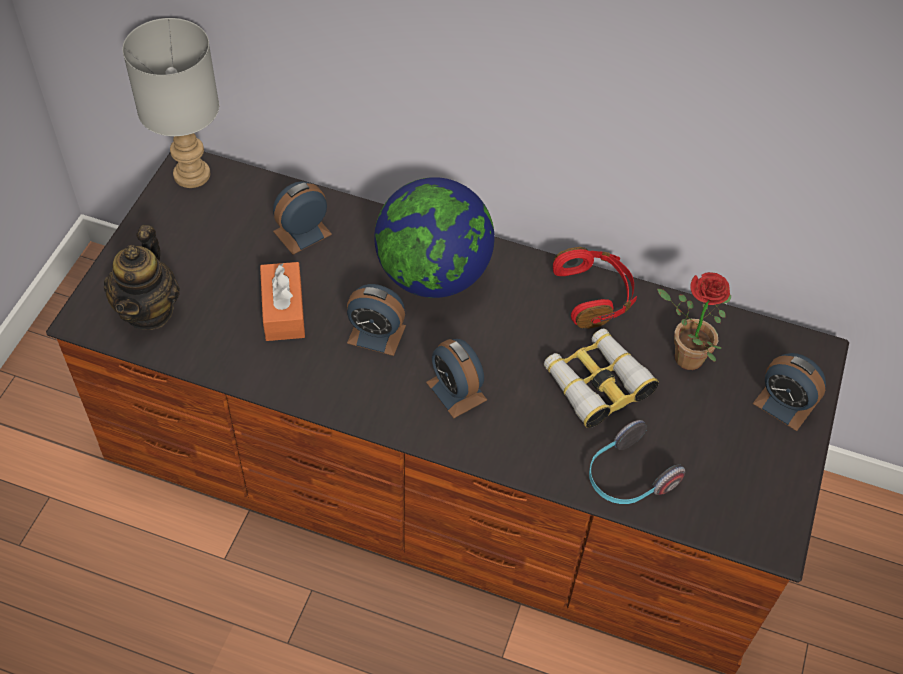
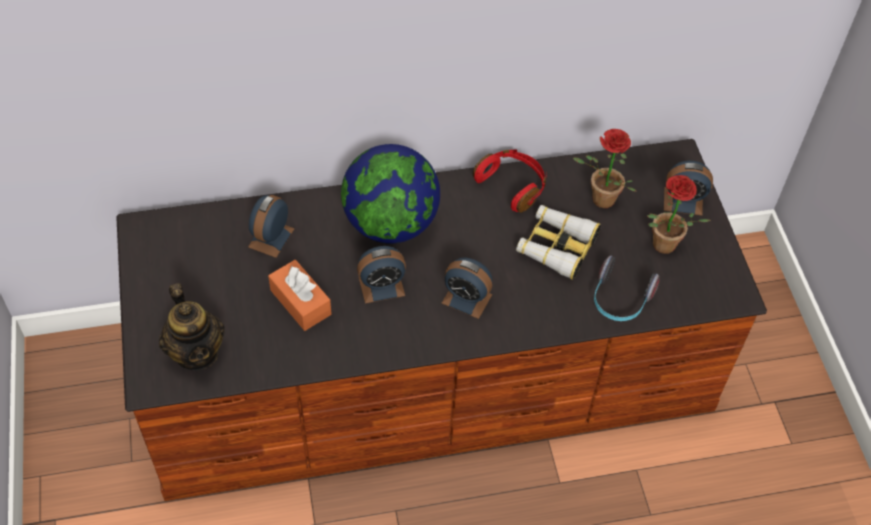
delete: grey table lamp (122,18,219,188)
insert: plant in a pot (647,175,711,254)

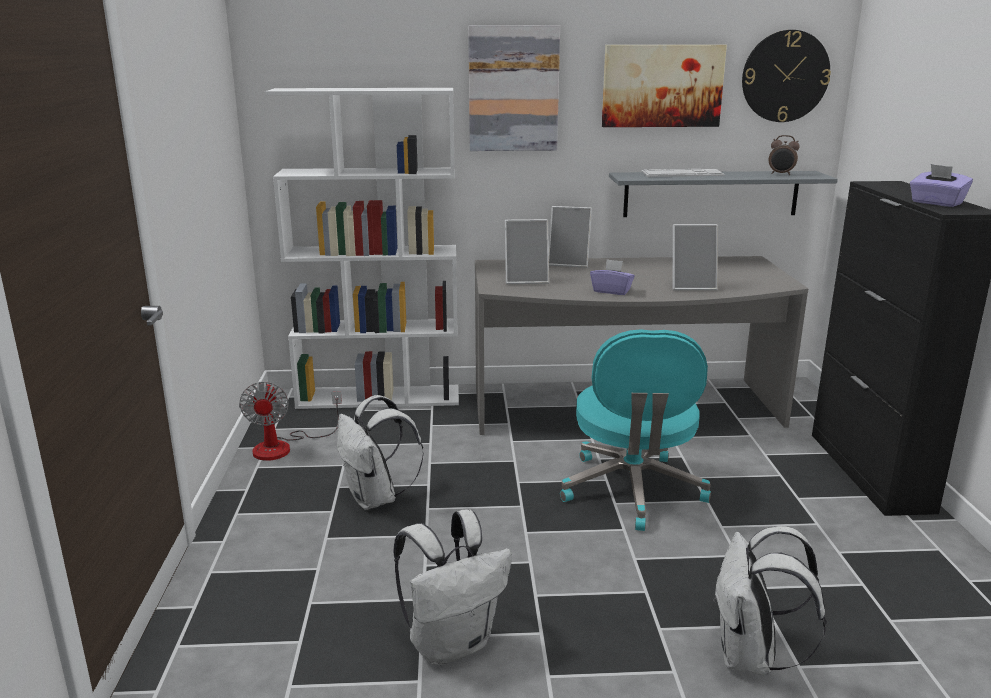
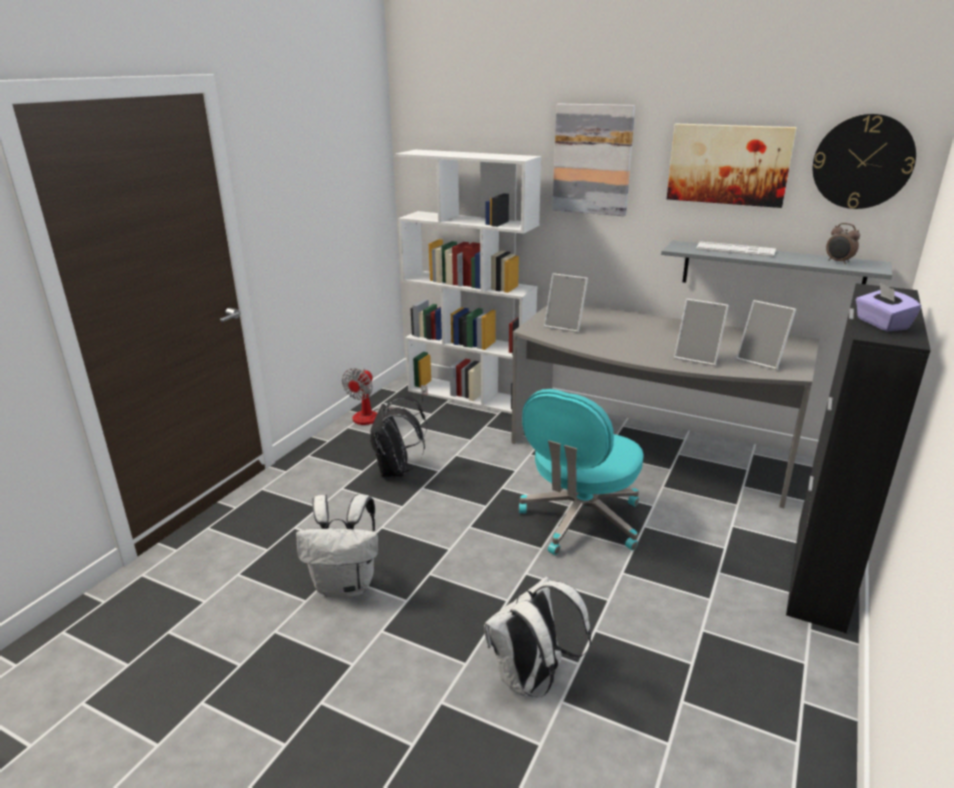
delete: purple-coloured box of tissues (590,259,635,295)
move: standing frame (549,206,592,268) to (736,300,796,370)
recolor: white-coloured rucksack (337,395,424,510) to black-coloured rucksack (370,396,427,477)

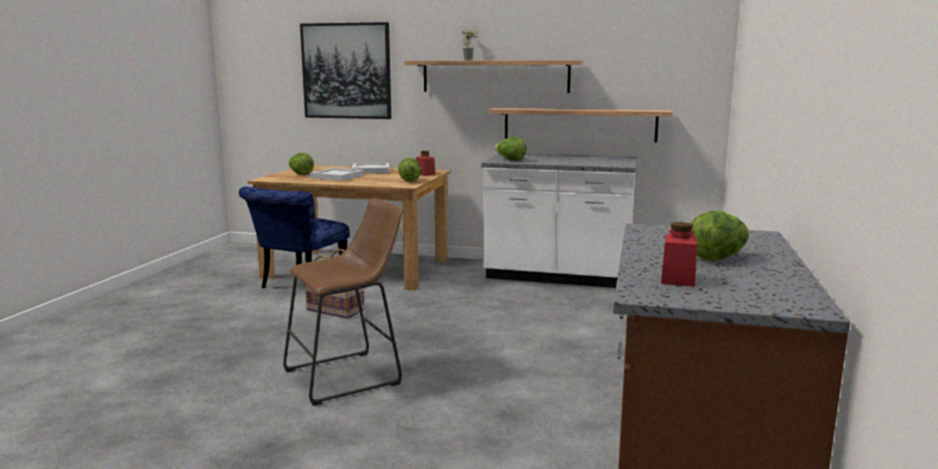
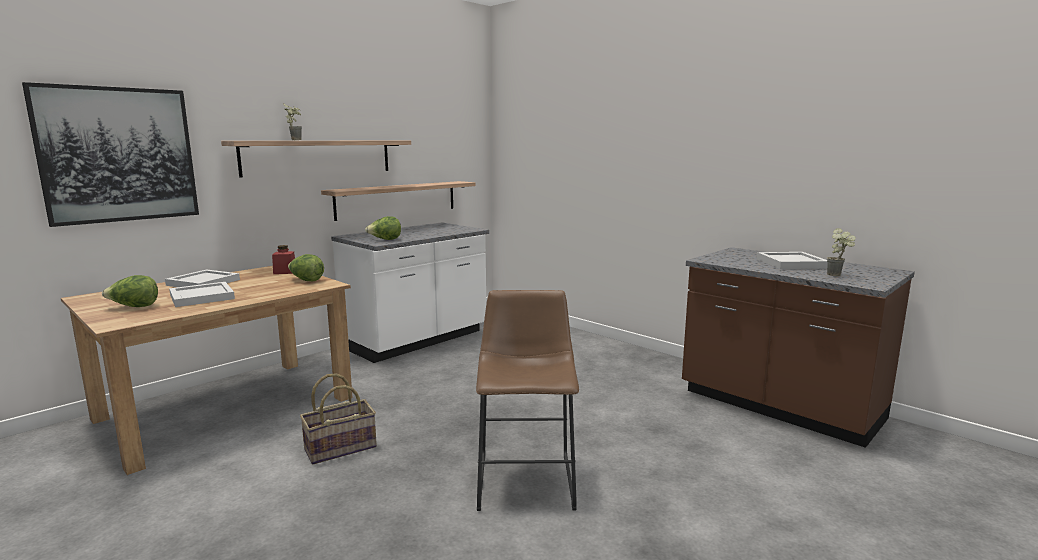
delete: blue-coloured plain chair (239,187,350,288)
replace: head of lettuce (690,211,749,261) to white-coloured serving tray (757,252,827,269); reddish preserve jar (661,222,697,287) to plant in a pot (827,228,856,276)

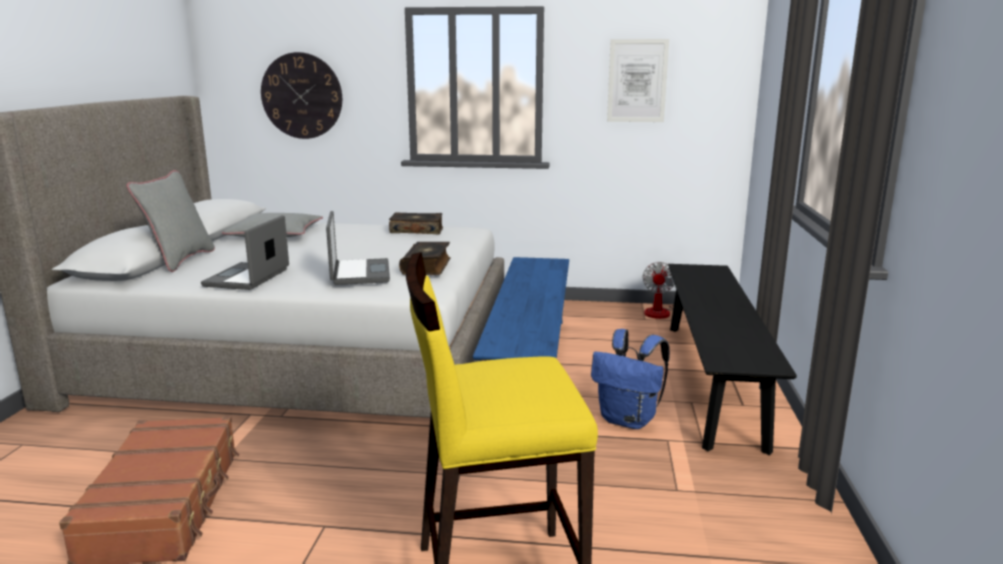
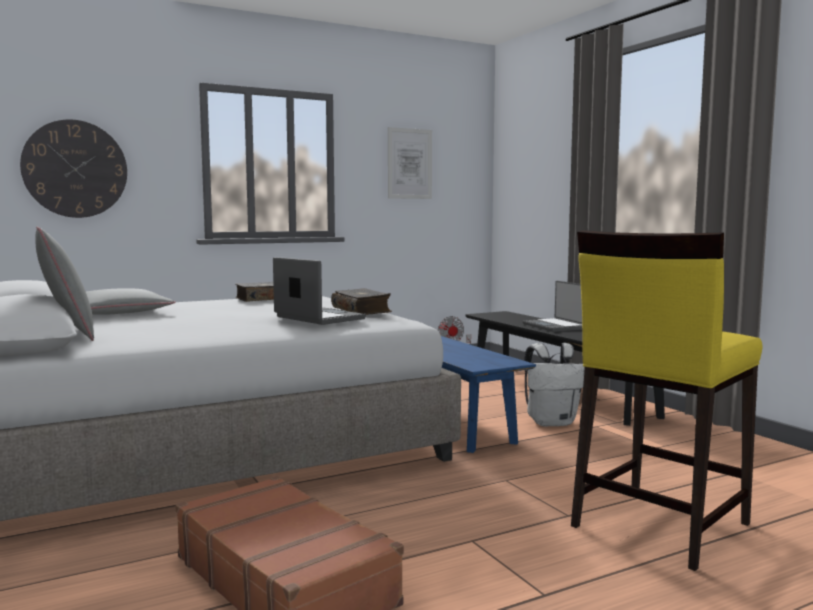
move: notebook computer (201,215,289,290) to (522,281,582,332)
recolor: blue-coloured rucksack (591,329,670,429) to white-coloured rucksack (524,343,584,426)

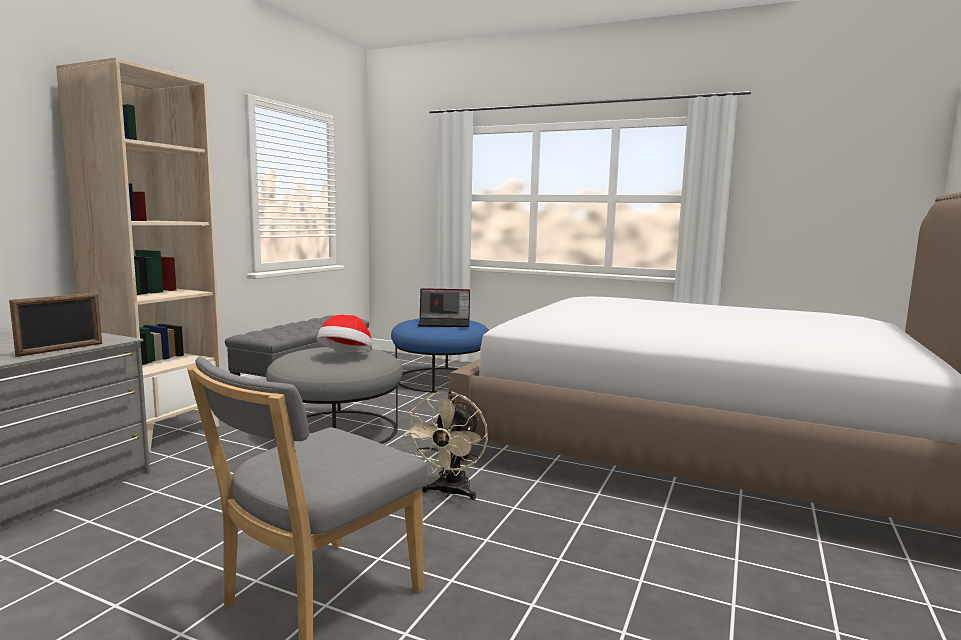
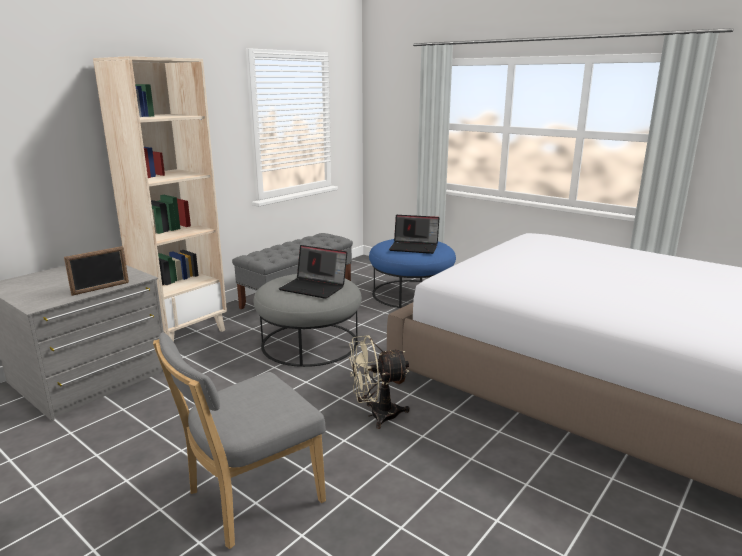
replace: wearable hat (317,315,373,352) to notebook computer (279,245,347,299)
rotate: beige fan (404,391,488,500) = (349,336,410,429) 45 degrees clockwise

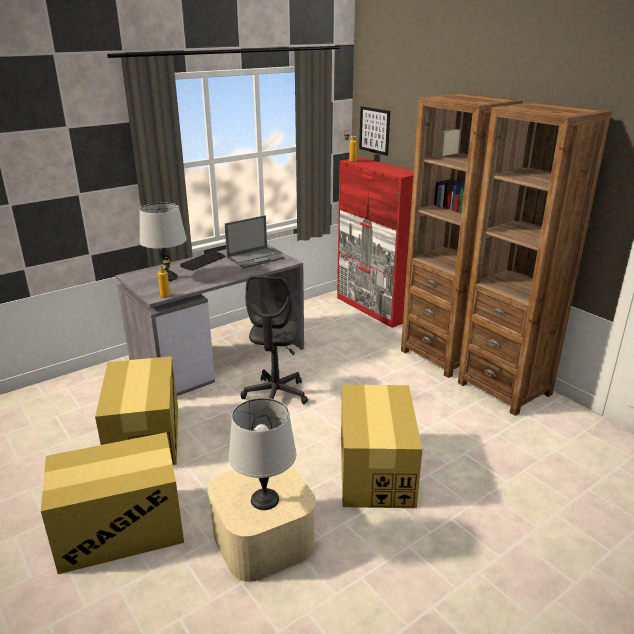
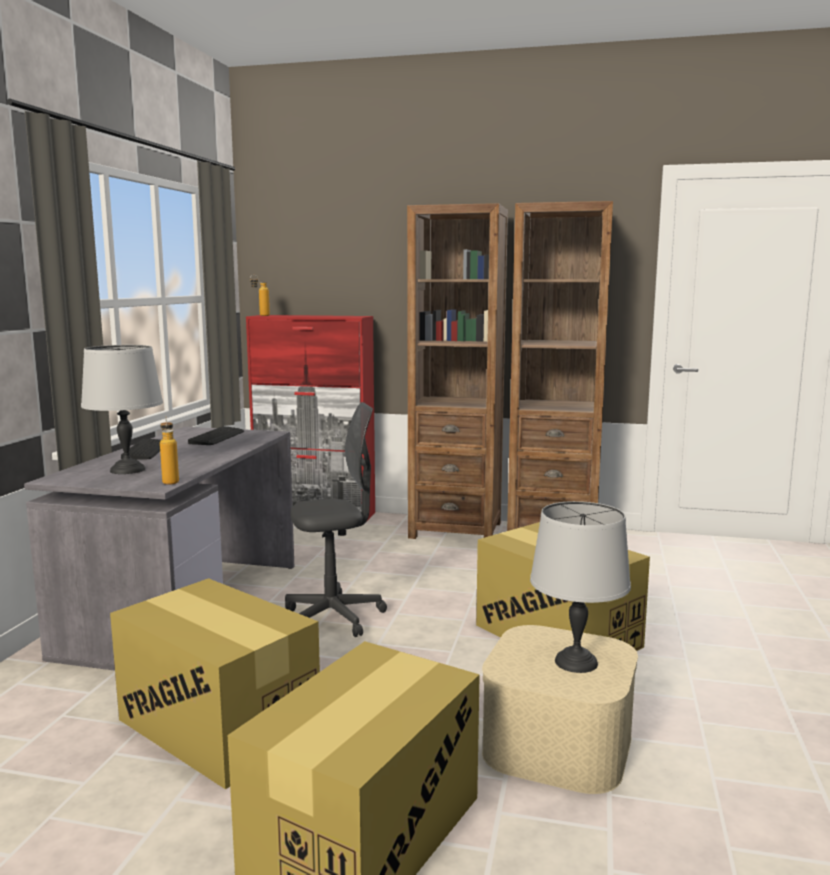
delete: picture (359,106,390,156)
replace: notebook computer (225,215,285,269) to computer keyboard (188,426,244,445)
rotate: grey office chair (240,276,308,404) = (285,402,387,637) 75 degrees counterclockwise

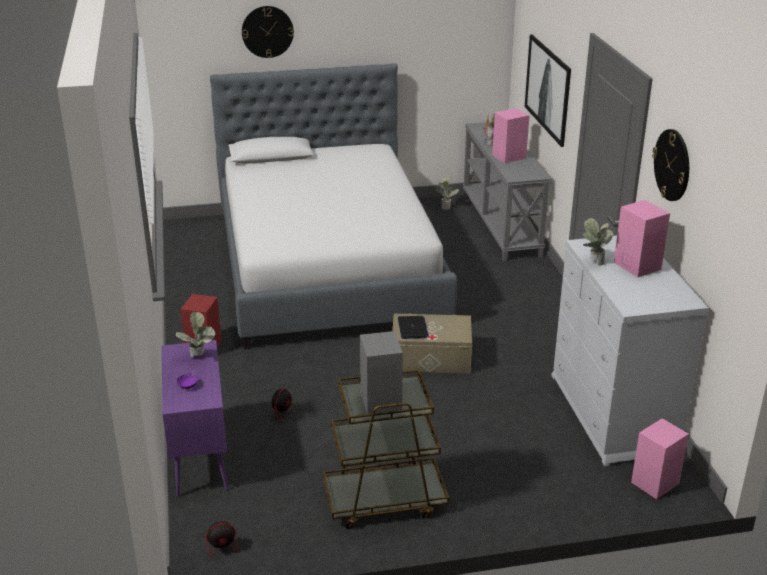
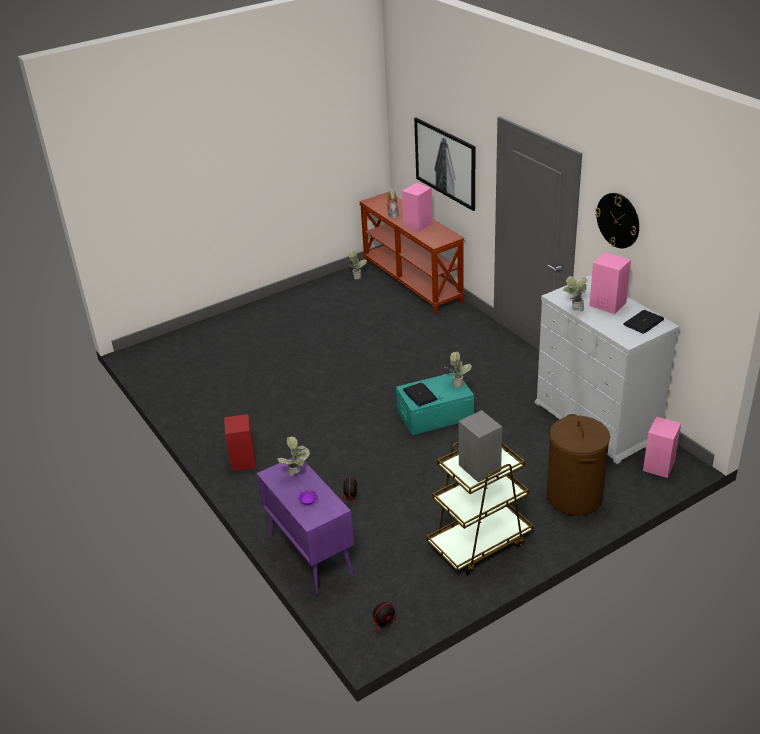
delete: sleeping bed (210,63,457,349); wall clock (242,6,294,58)
insert: plant in a pot (444,352,472,388); brownish hamper (546,414,610,515); notebook computer (623,310,664,334)
recolor: grey console table (463,122,551,261) to brownish console table (359,192,465,315); beige storage bin (392,313,472,374) to turquoise storage bin (396,372,474,435)

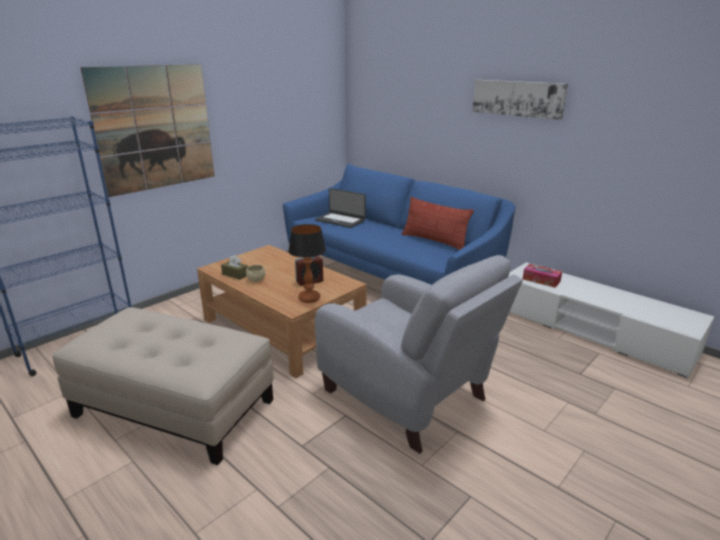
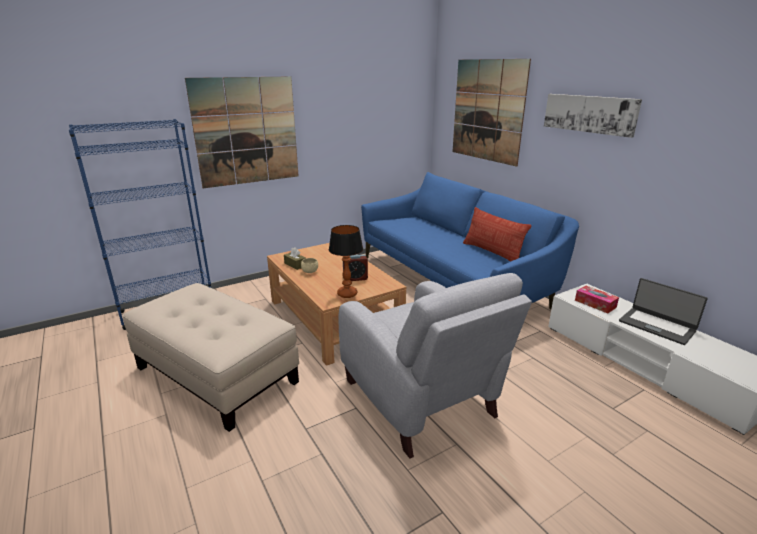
insert: picture (452,59,531,167)
move: notebook computer (315,188,366,228) to (619,278,708,345)

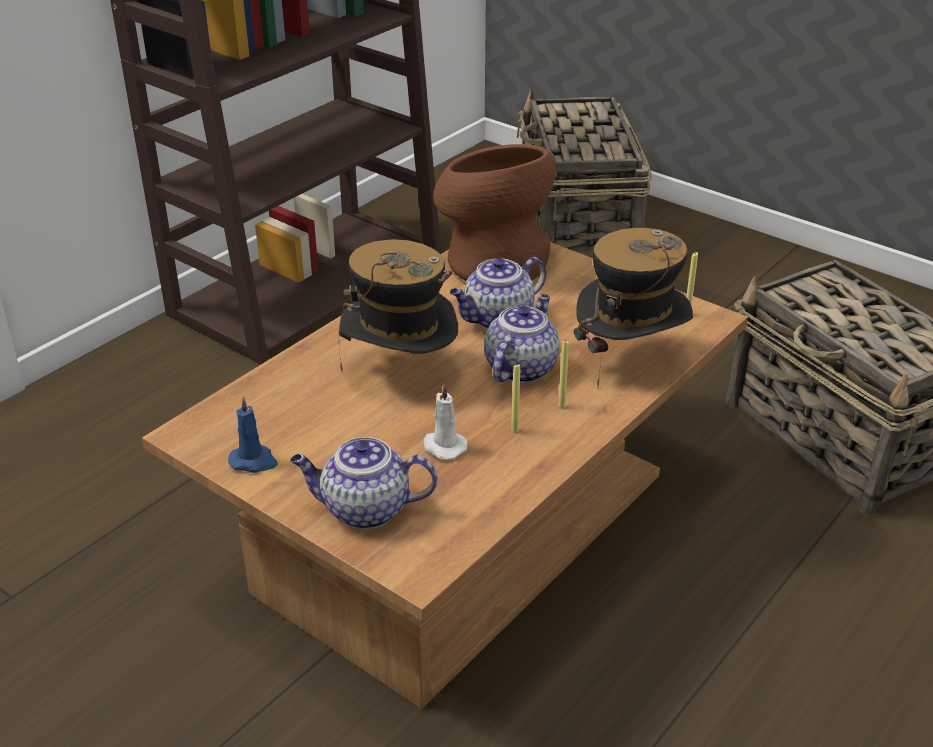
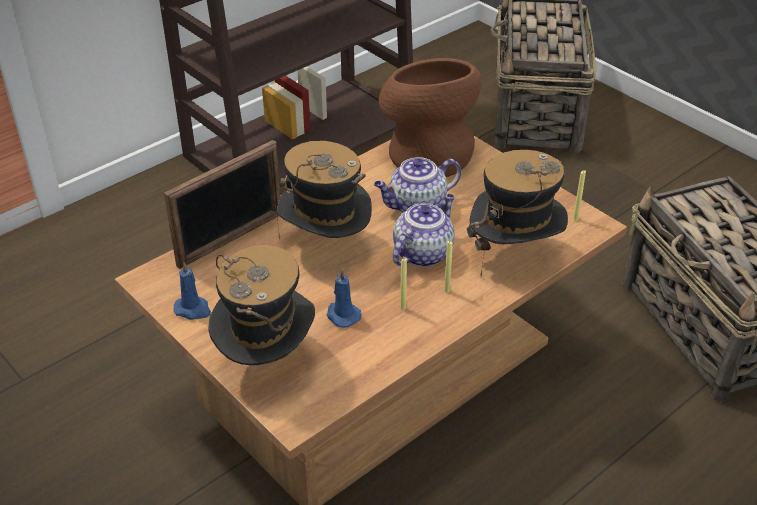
insert: standing frame (164,140,281,269)
replace: pot for tea (290,437,438,529) to wearable hat (208,245,315,365)
recolor: white-coloured wax candle (424,384,468,460) to blue-coloured wax candle (326,269,362,328)

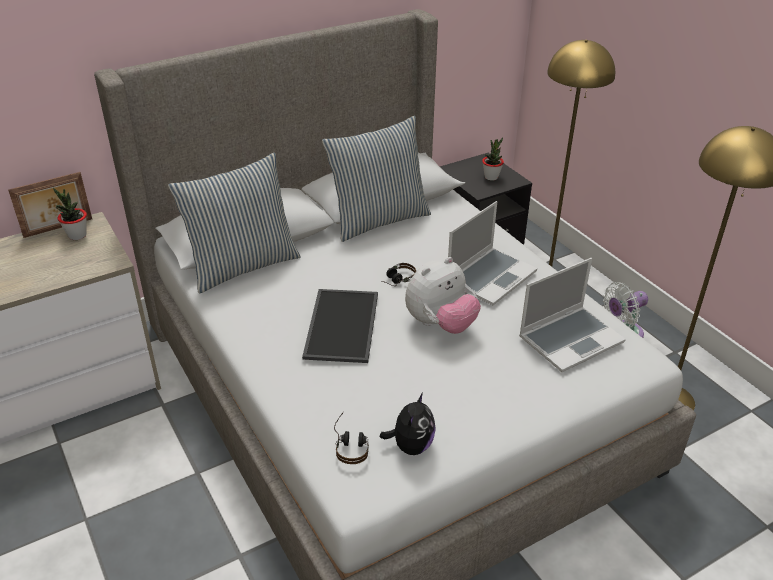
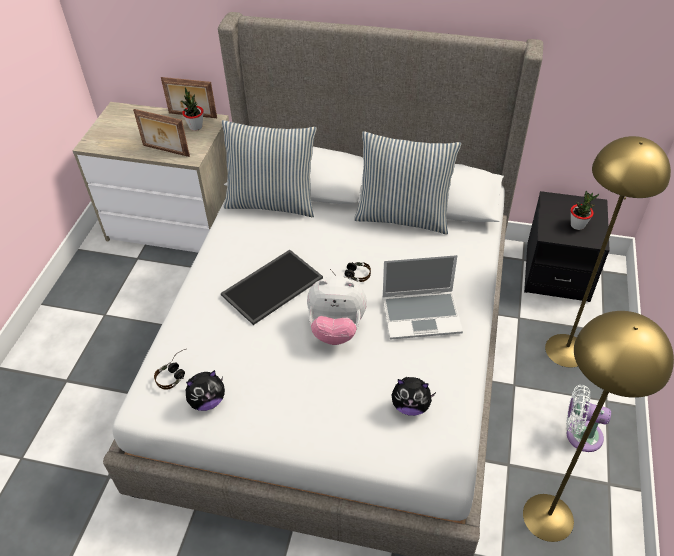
insert: standing frame (133,109,190,157)
replace: notebook computer (519,258,626,372) to cuddly toy (392,377,436,416)

